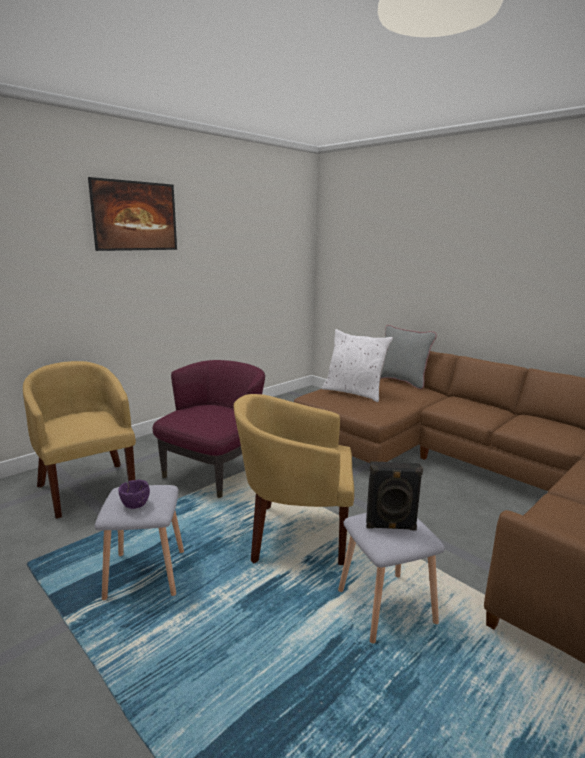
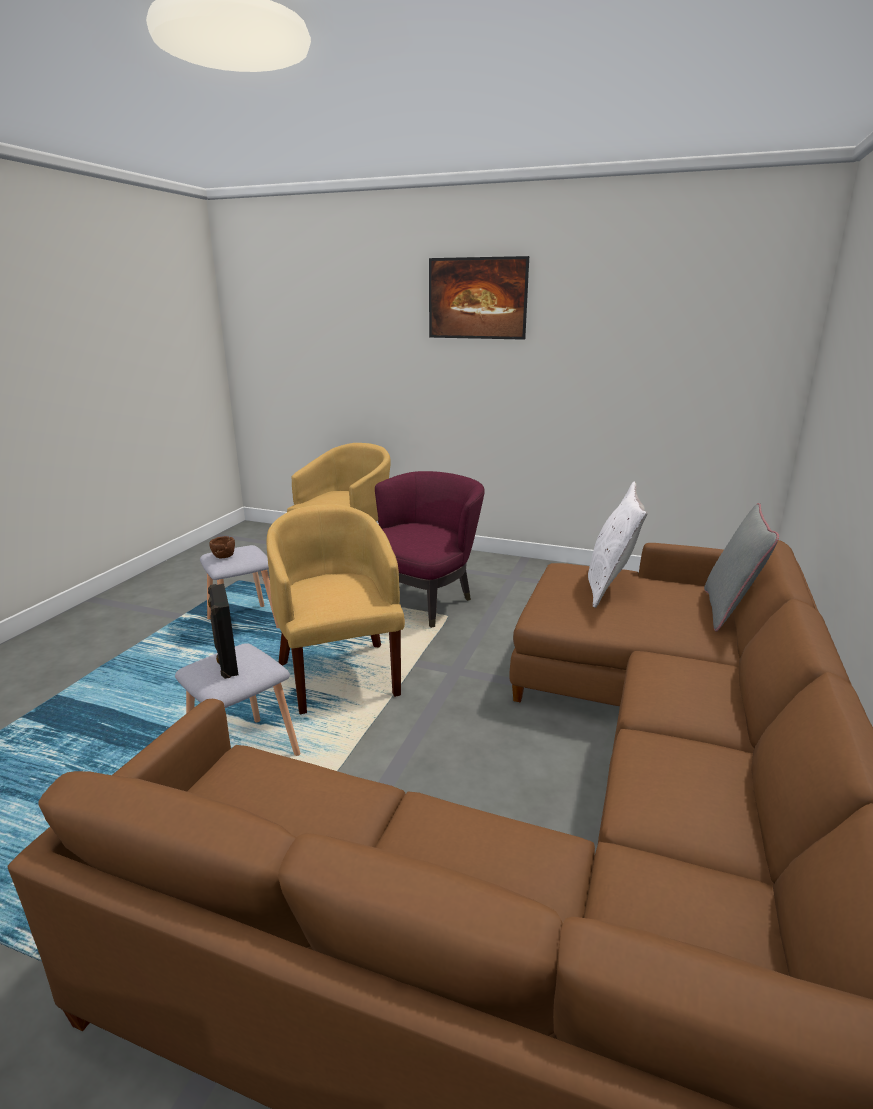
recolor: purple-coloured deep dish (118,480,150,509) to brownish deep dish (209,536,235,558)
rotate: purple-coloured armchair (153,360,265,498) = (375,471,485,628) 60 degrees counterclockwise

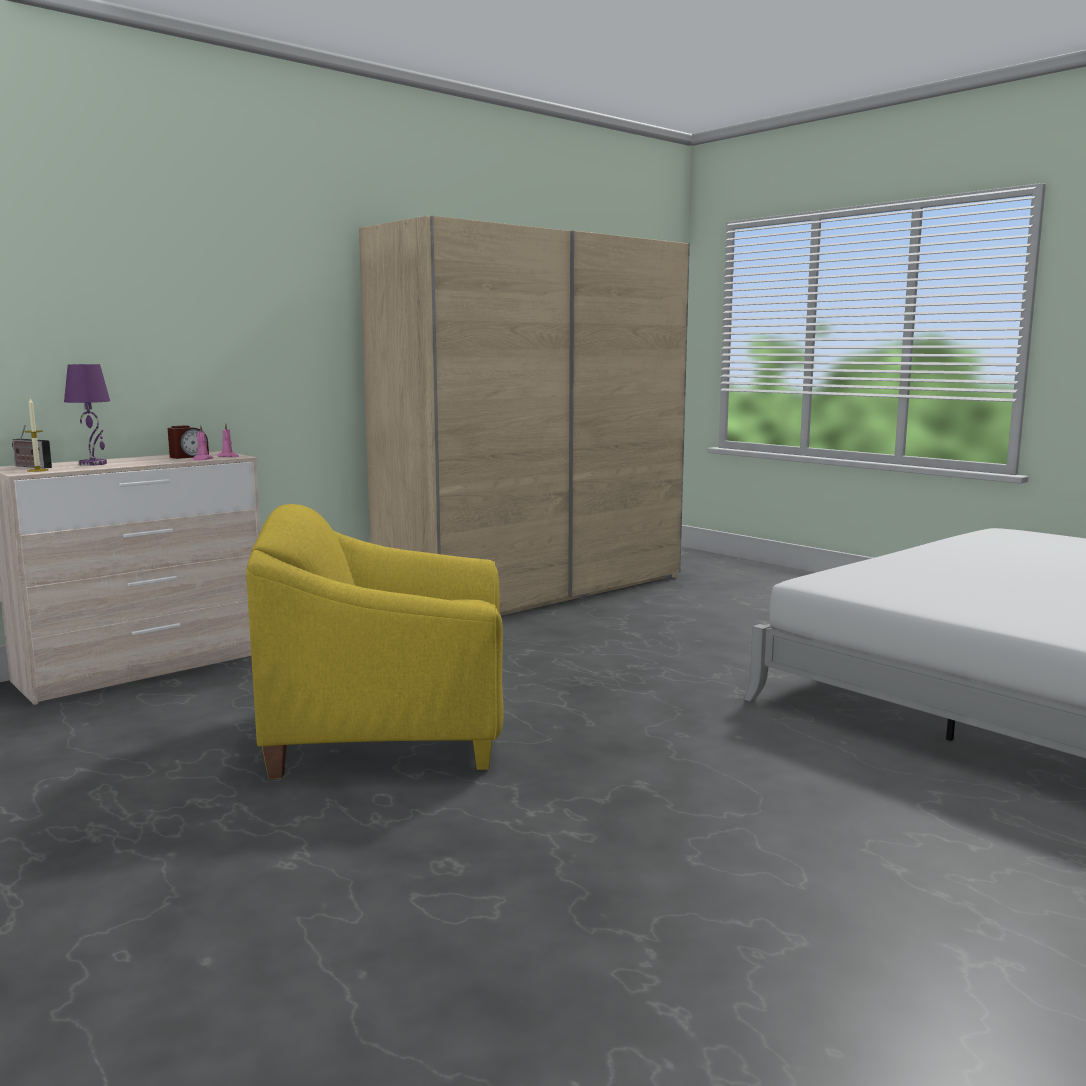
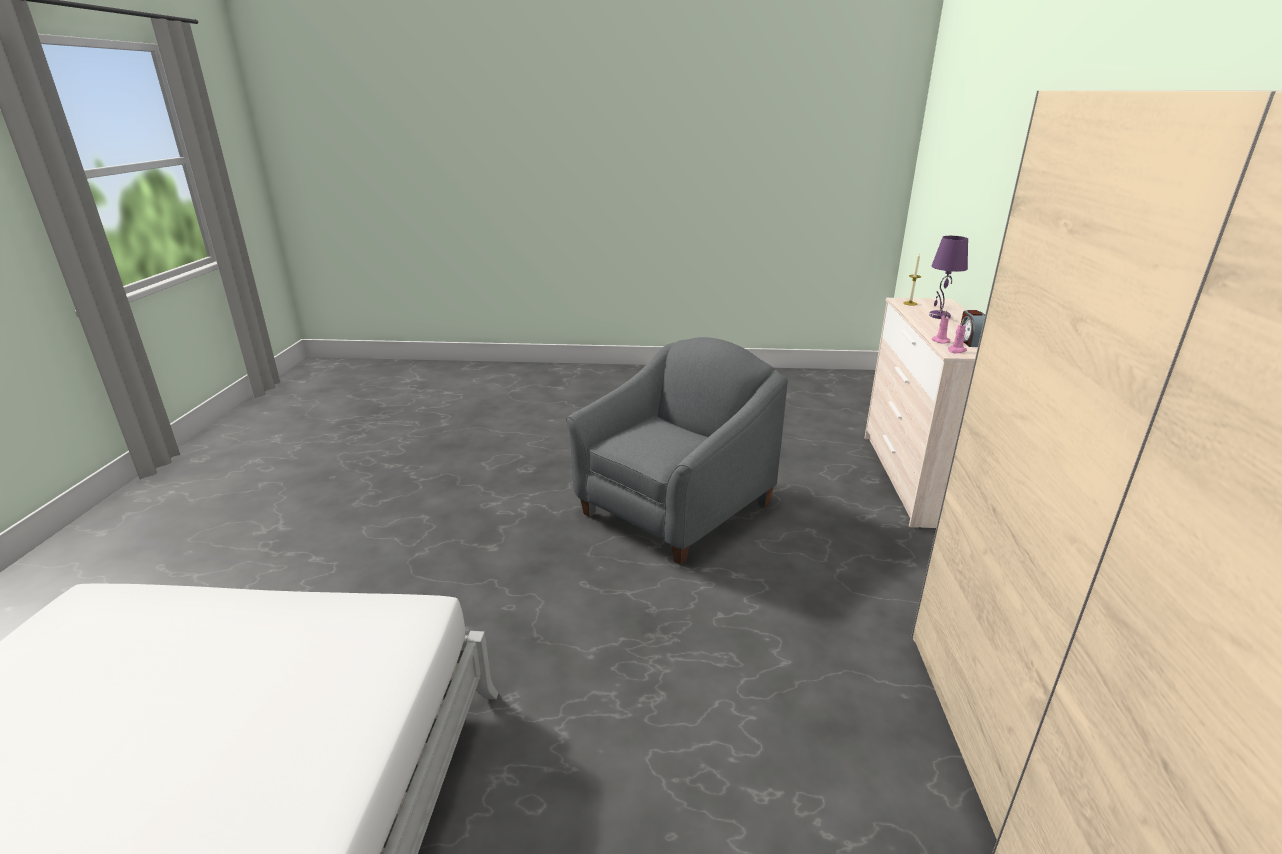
delete: radio set (12,425,52,469)
recolor: yellowish armchair (246,504,504,779) to grey armchair (566,337,788,565)

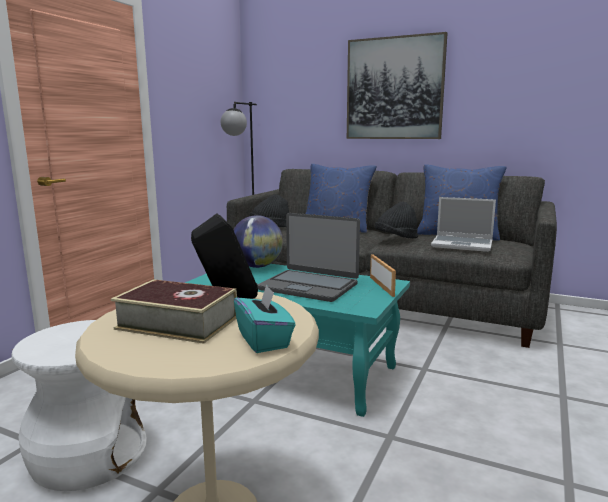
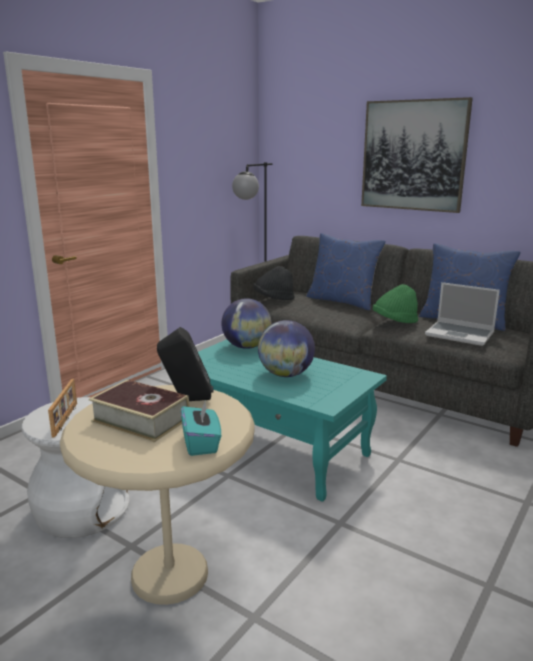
move: standing frame (370,254,396,297) to (48,379,77,437)
replace: notebook computer (258,213,360,302) to globe (258,320,315,377)
recolor: black-coloured wearable hat (375,201,418,238) to greenish wearable hat (373,284,418,323)

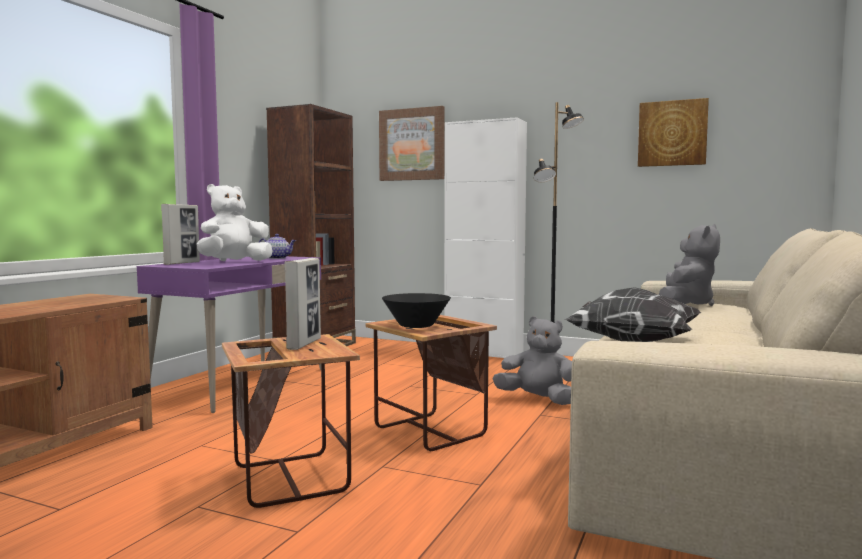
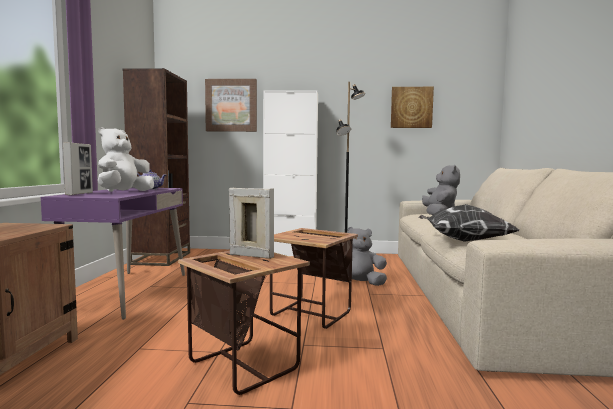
delete: black-coloured deep dish (382,293,451,328)
rotate: standing frame (284,258,321,350) = (229,188,274,259) 60 degrees counterclockwise

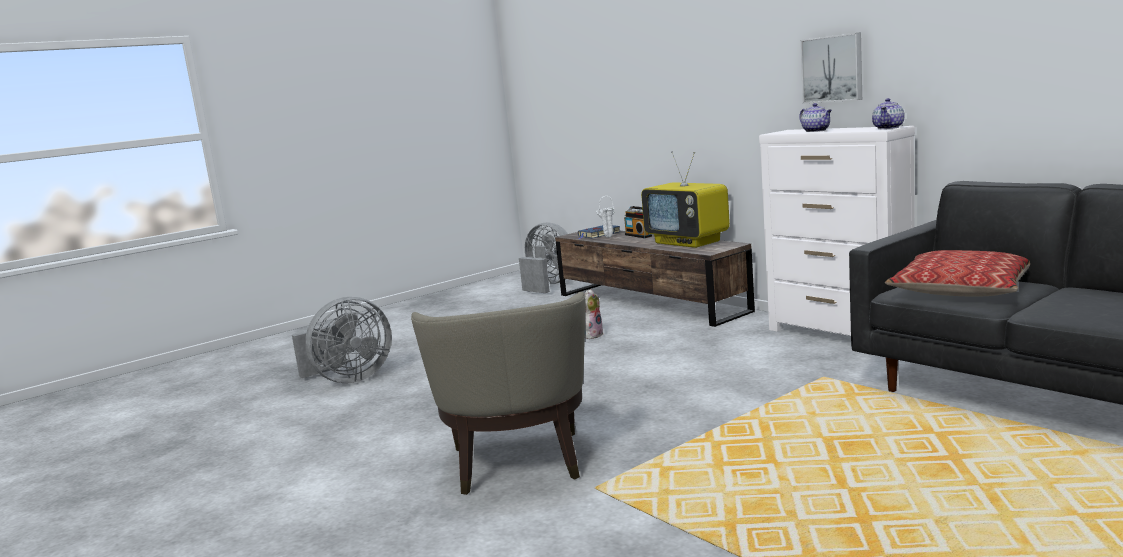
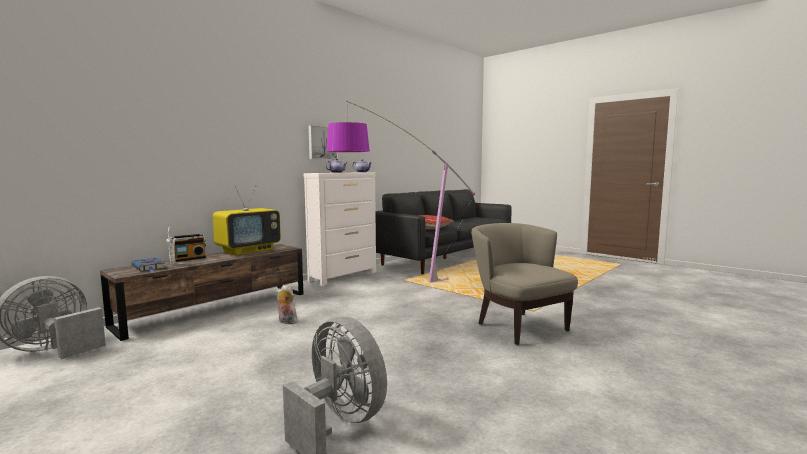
insert: standing lamp (327,101,475,282)
rotate: beige armchair (411,291,585,495) = (471,223,578,345) 105 degrees counterclockwise

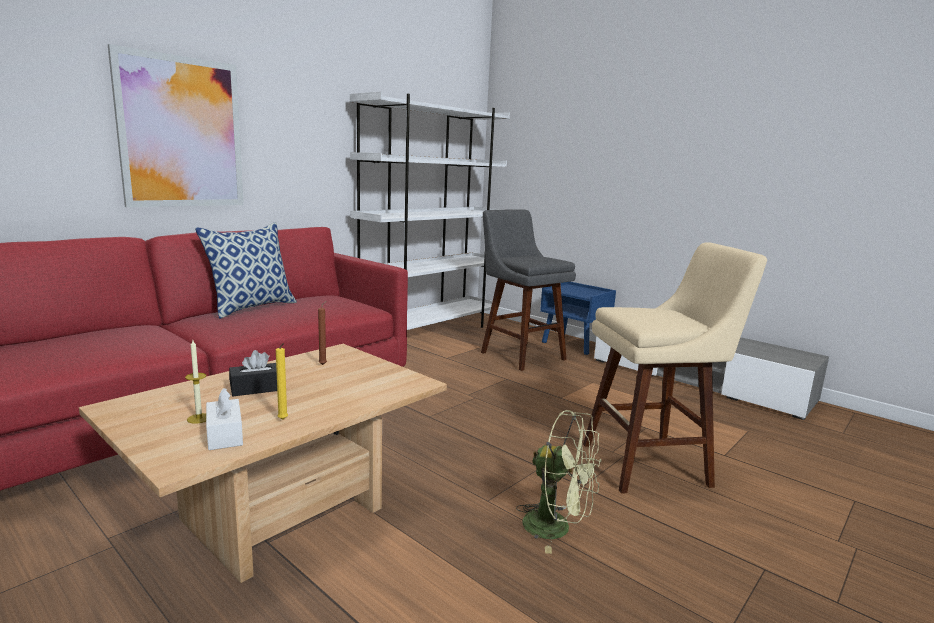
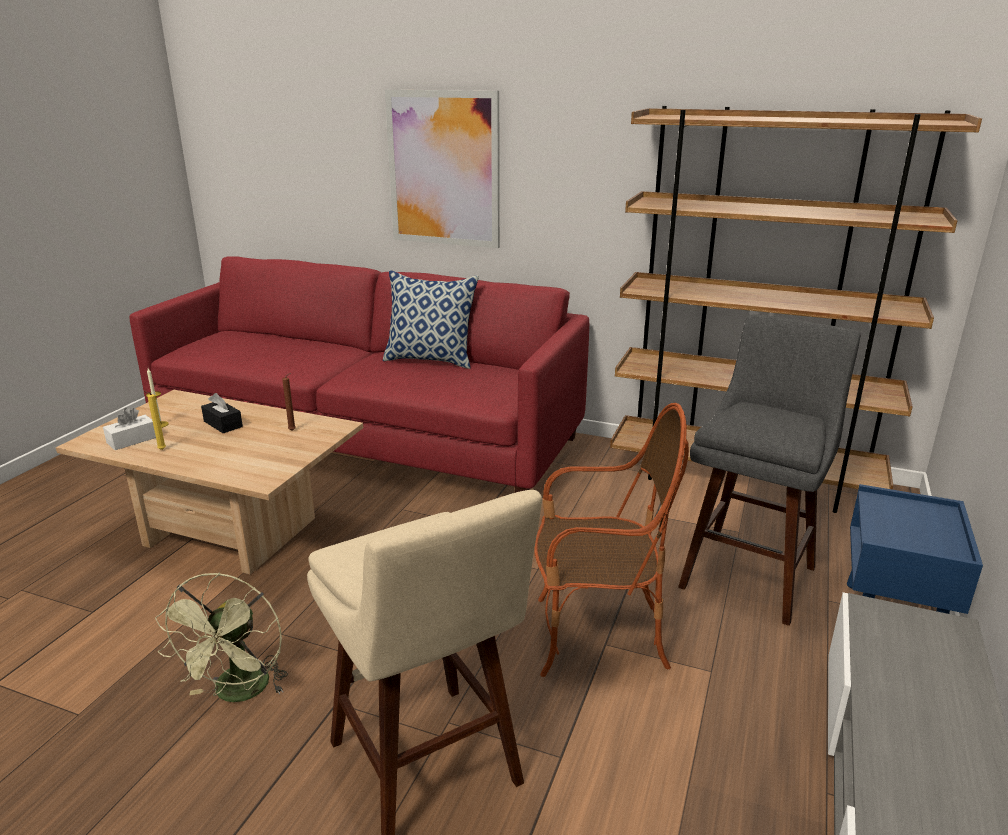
insert: armchair (534,403,689,677)
recolor: white-coloured bookcase (350,92,510,330) to brownish bookcase (610,106,982,513)

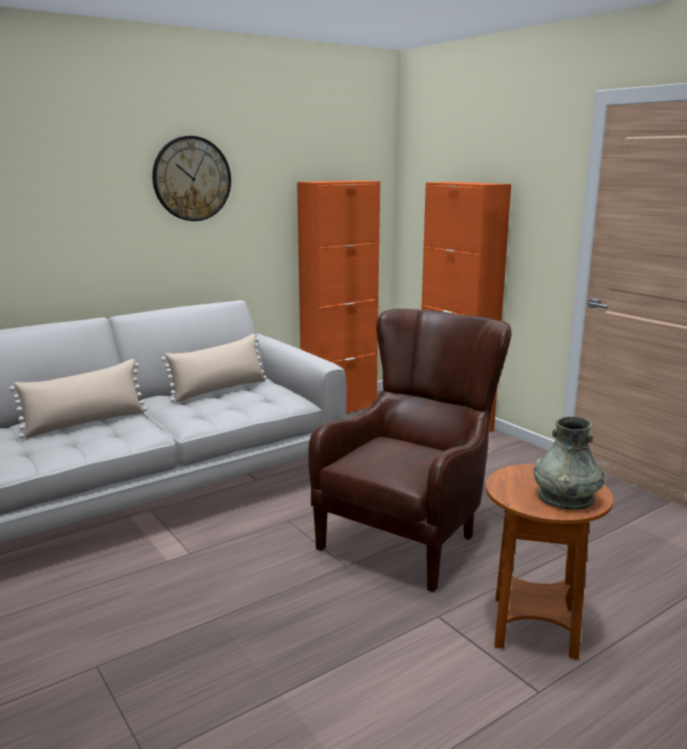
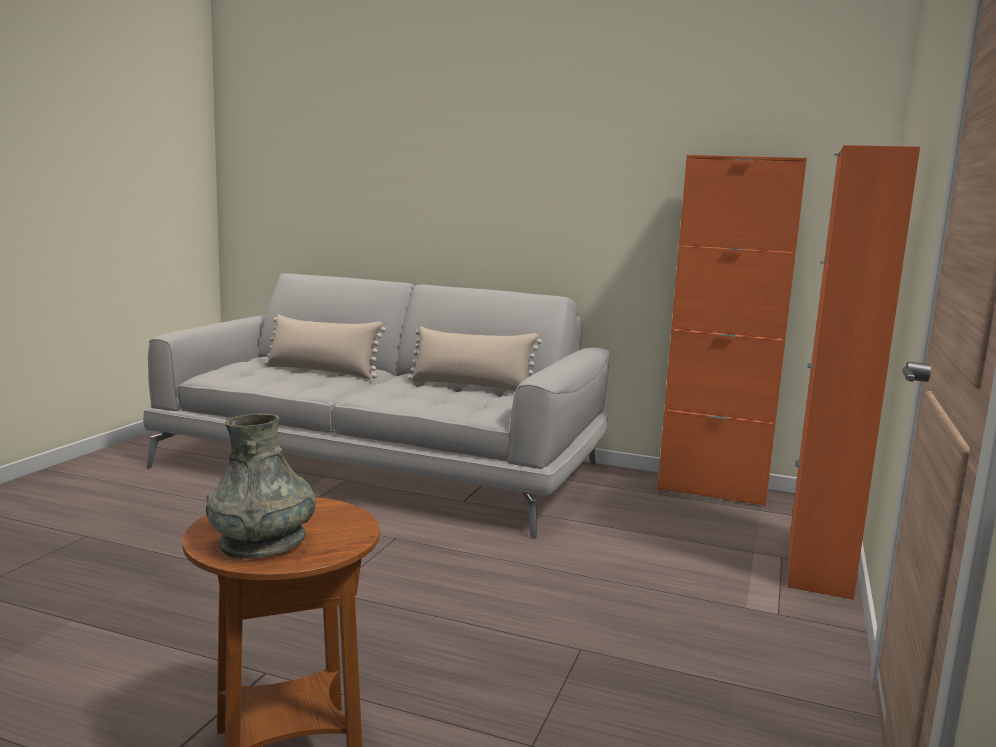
delete: wall clock (152,136,231,221); brownish armchair (308,309,512,592)

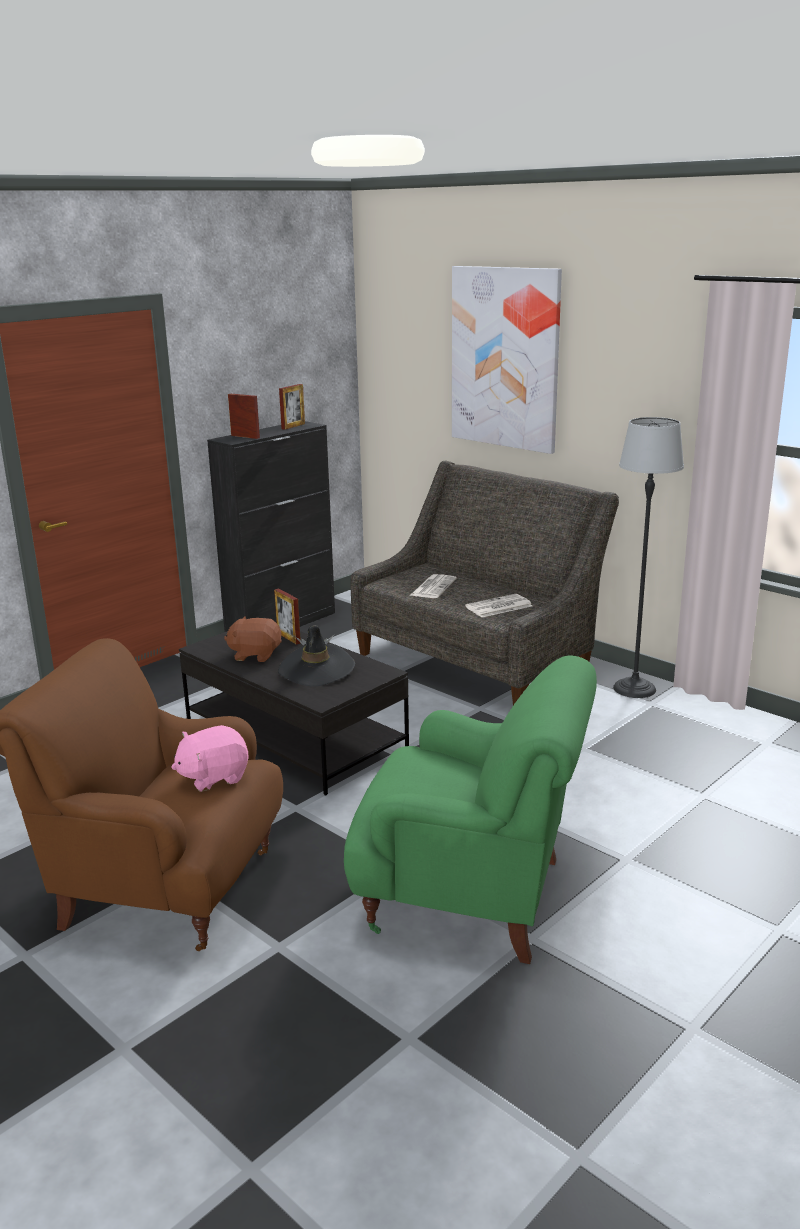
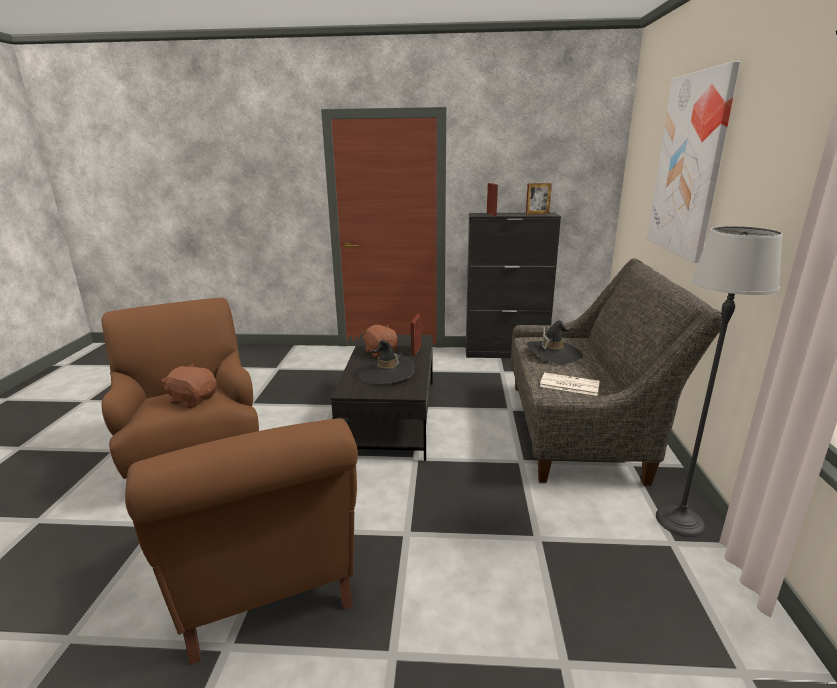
replace: newspaper (411,574,457,598) to black-coloured wearable hat (527,320,583,365)
recolor: greenish armchair (344,655,597,964) to brownish armchair (125,418,358,665); pink-coloured cuddly toy (171,725,249,792) to brownish cuddly toy (161,364,217,409)

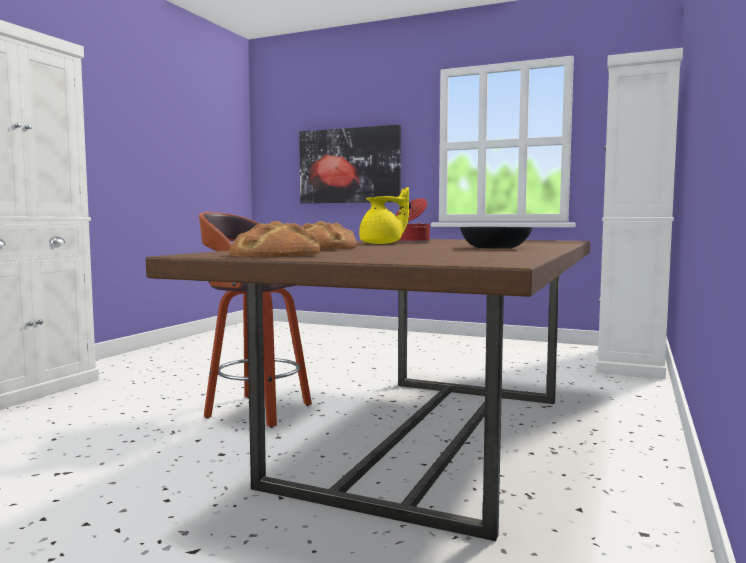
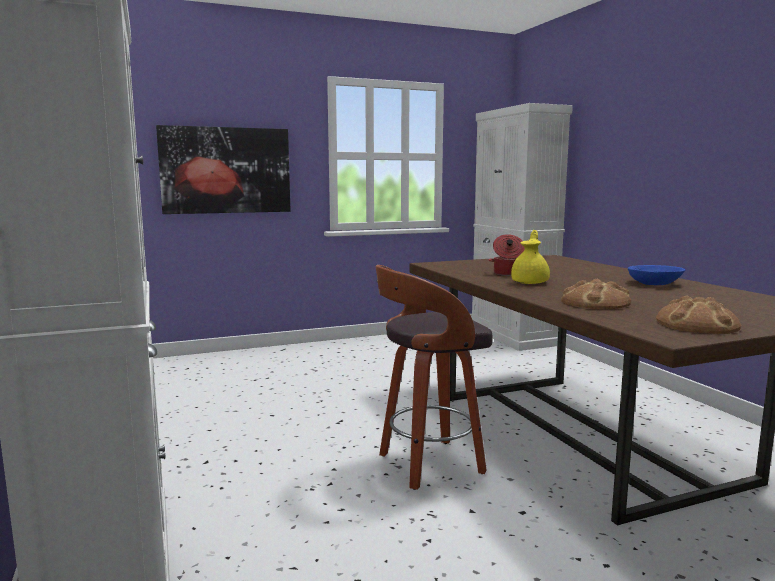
recolor: black-coloured deep dish (460,227,532,249) to blue-coloured deep dish (628,265,685,285)

